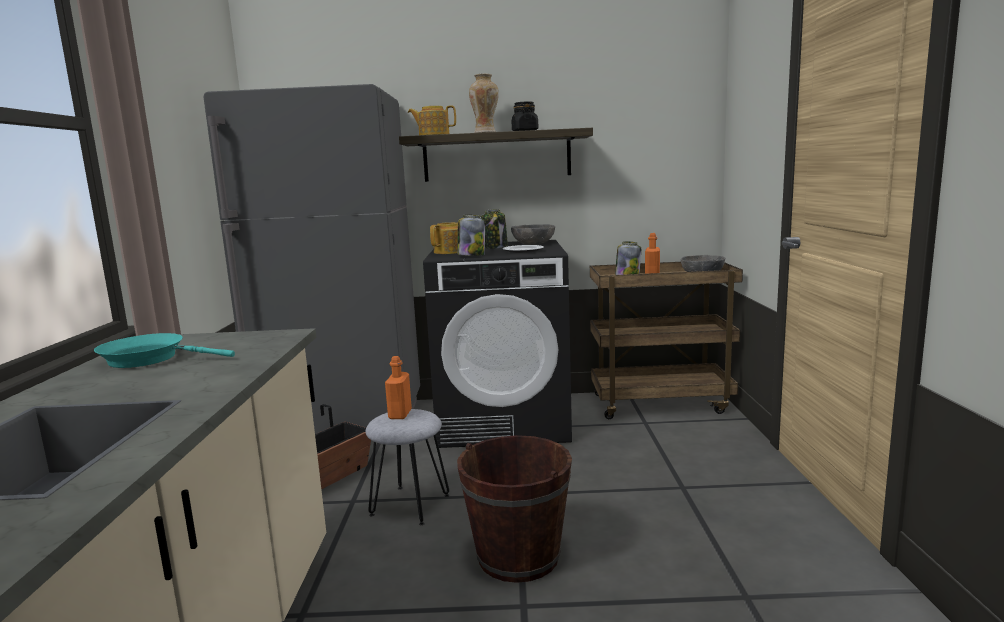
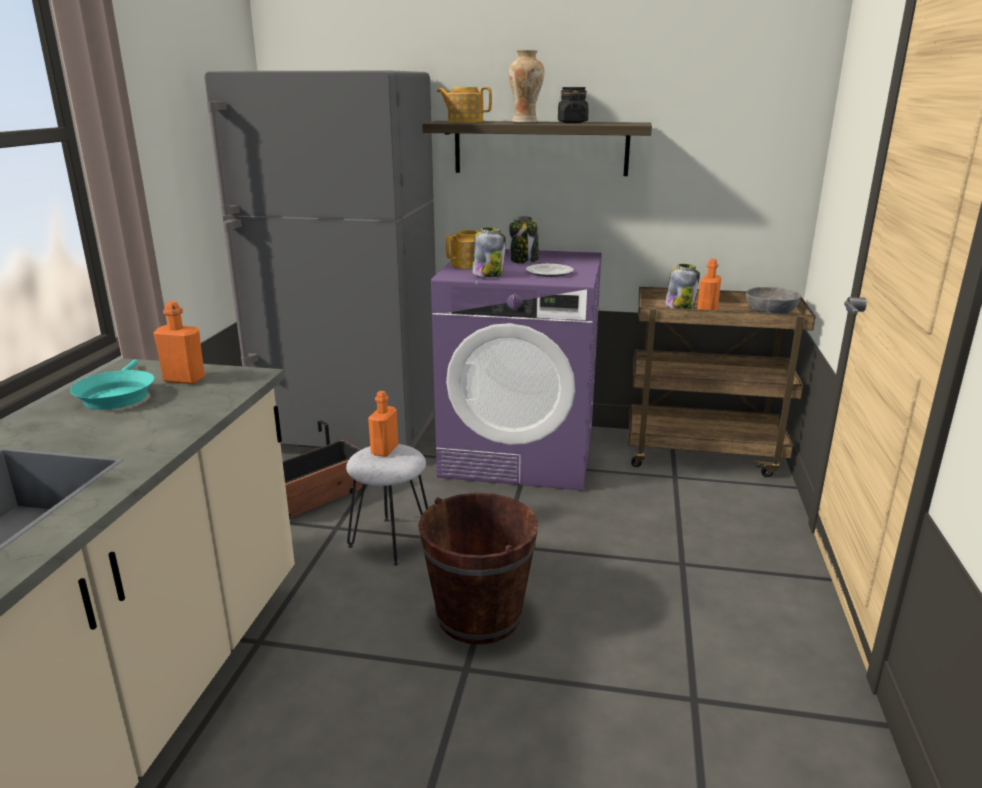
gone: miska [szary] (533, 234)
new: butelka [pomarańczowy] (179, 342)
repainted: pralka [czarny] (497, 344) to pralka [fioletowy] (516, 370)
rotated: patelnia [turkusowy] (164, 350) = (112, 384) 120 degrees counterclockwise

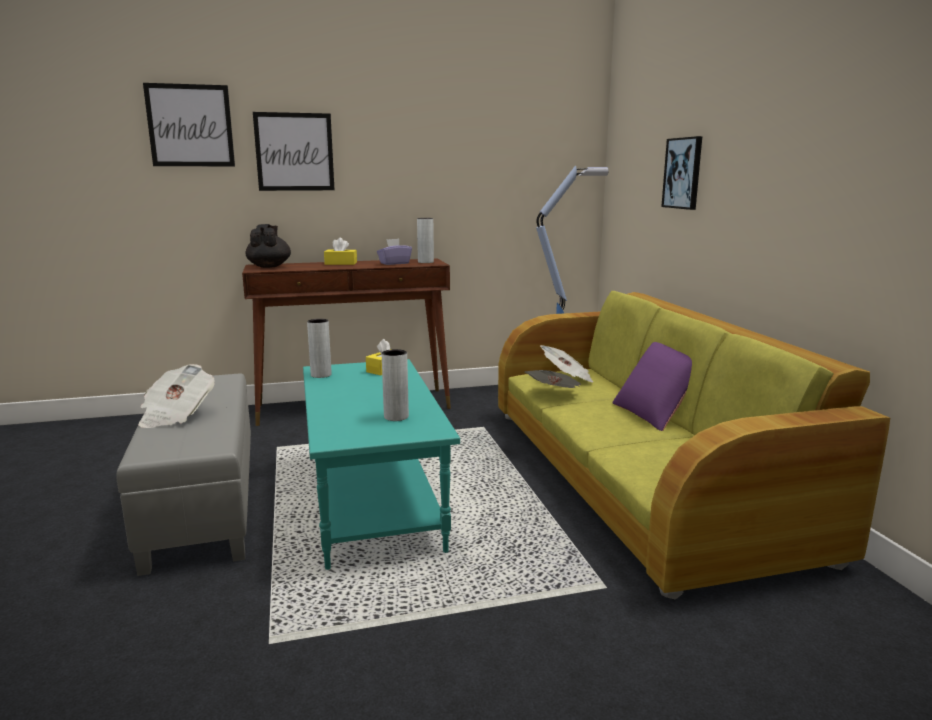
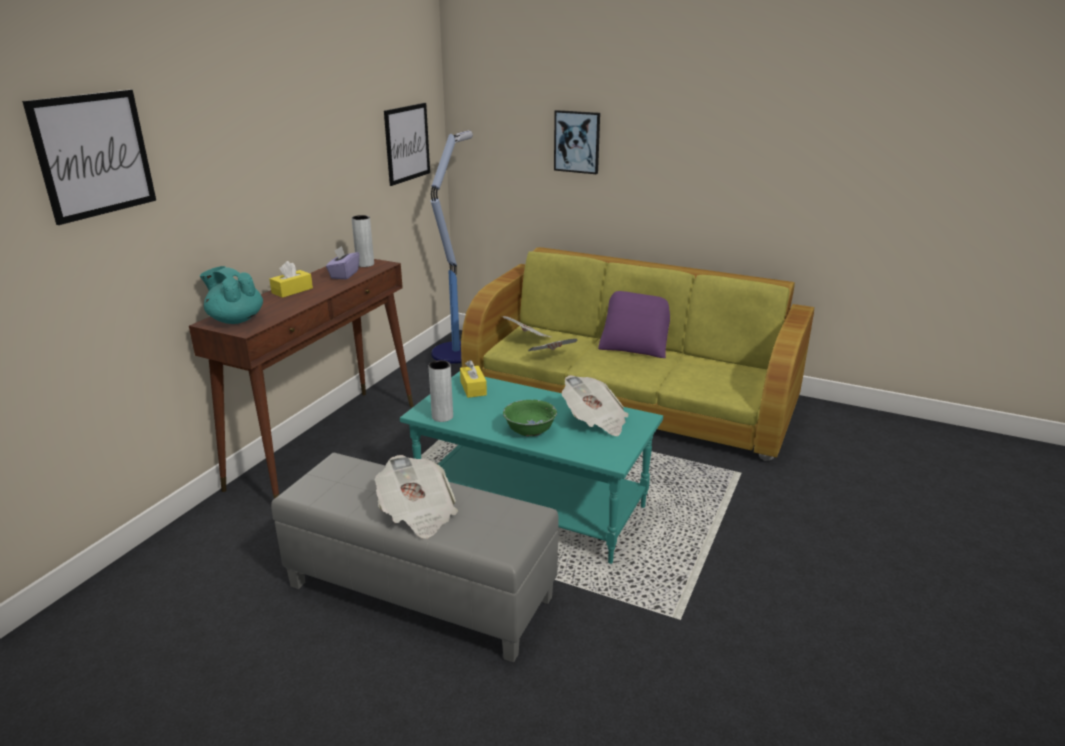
new: miska [zielony] (530, 418)
shifted: obraz (293, 151) to (407, 144)
swapped: wazon [szary] (395, 385) to gazeta (595, 405)
repainted: imbryk [czarny] (268, 246) to imbryk [turkusowy] (231, 295)

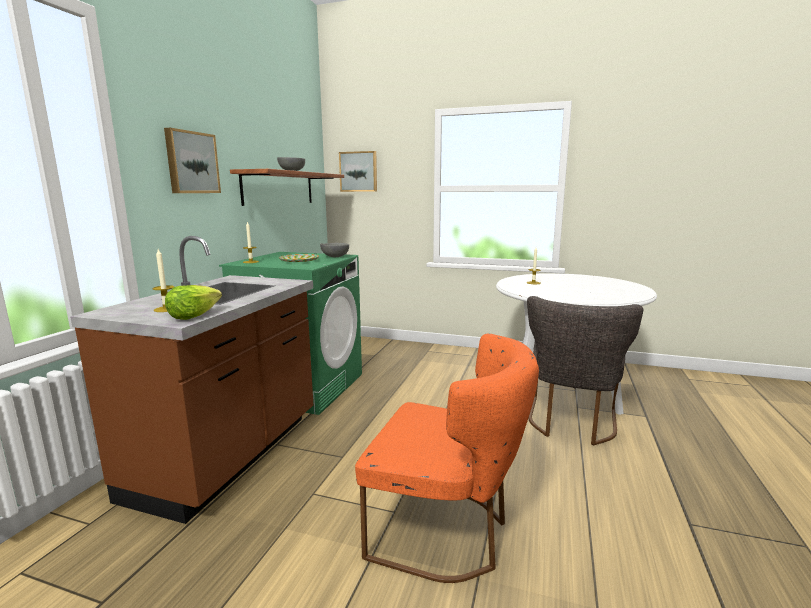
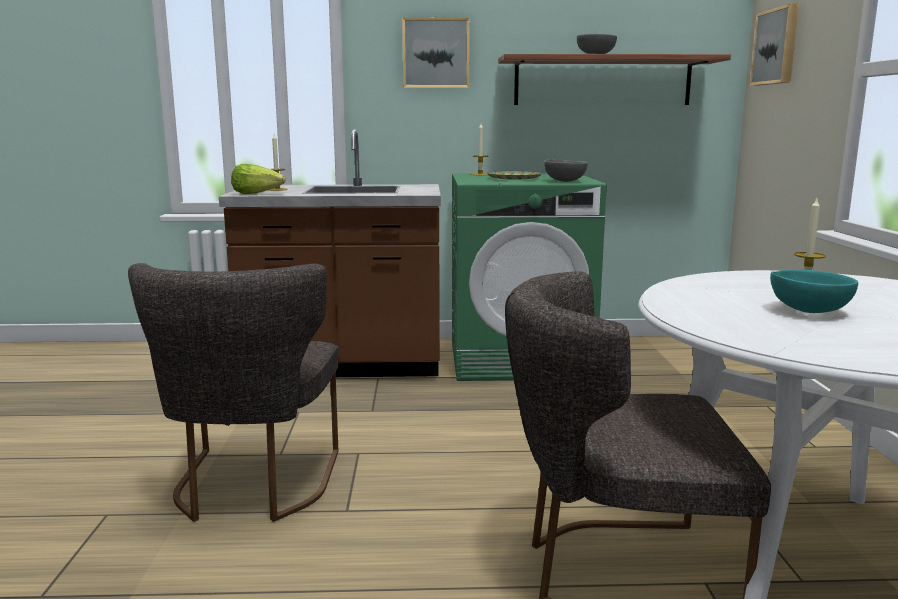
new: miska [turkusowy] (814, 291)
repainted: krzesło [pomarańczowy] (447, 458) to krzesło [szary] (233, 392)

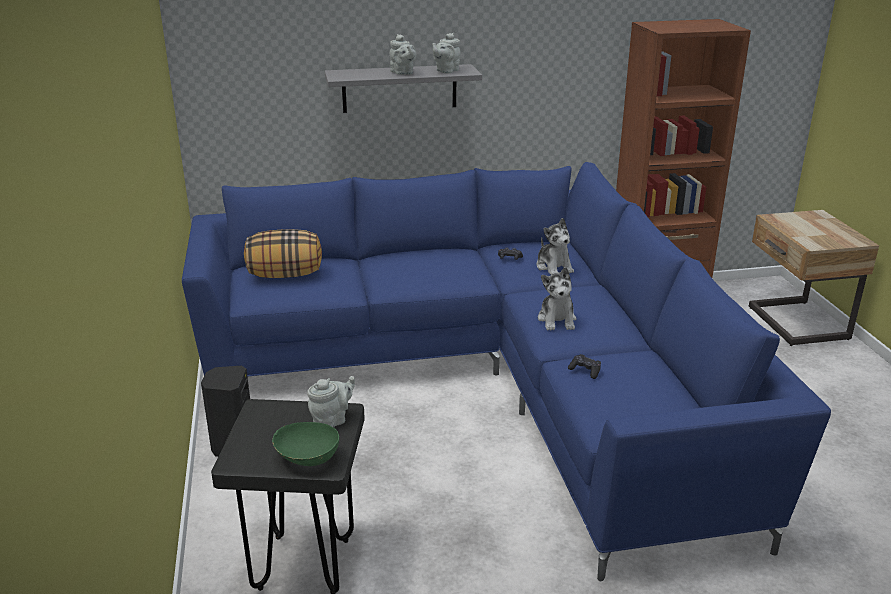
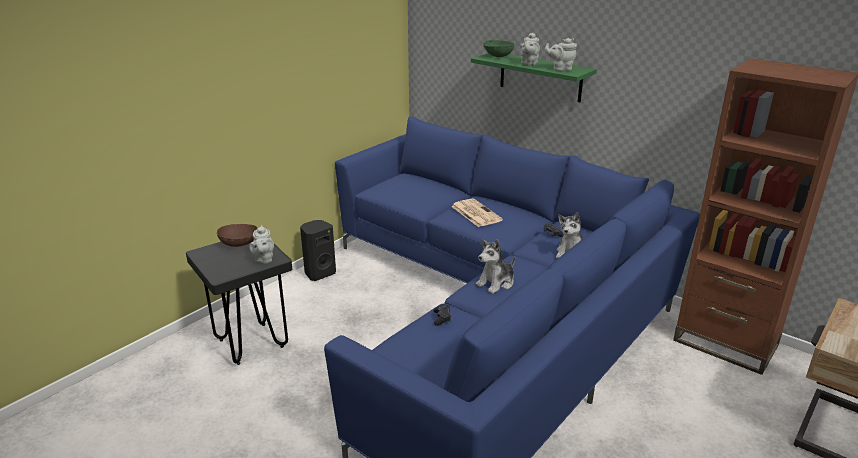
gone: poduszka (283, 253)
new: gazeta (477, 212); miska [brązowy] (237, 235)
shifted: miska [zielony] (305, 444) to (498, 48)
repainted: półka [szary] (403, 88) to półka [zielony] (534, 77)
rotated: imbryk [szary] (331, 401) = (261, 244) 75 degrees clockwise

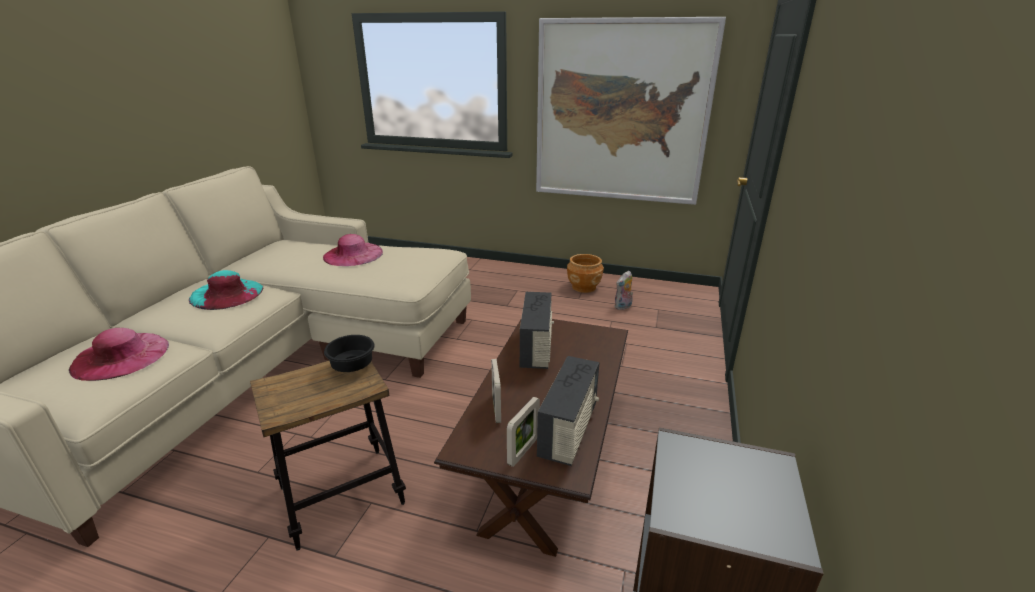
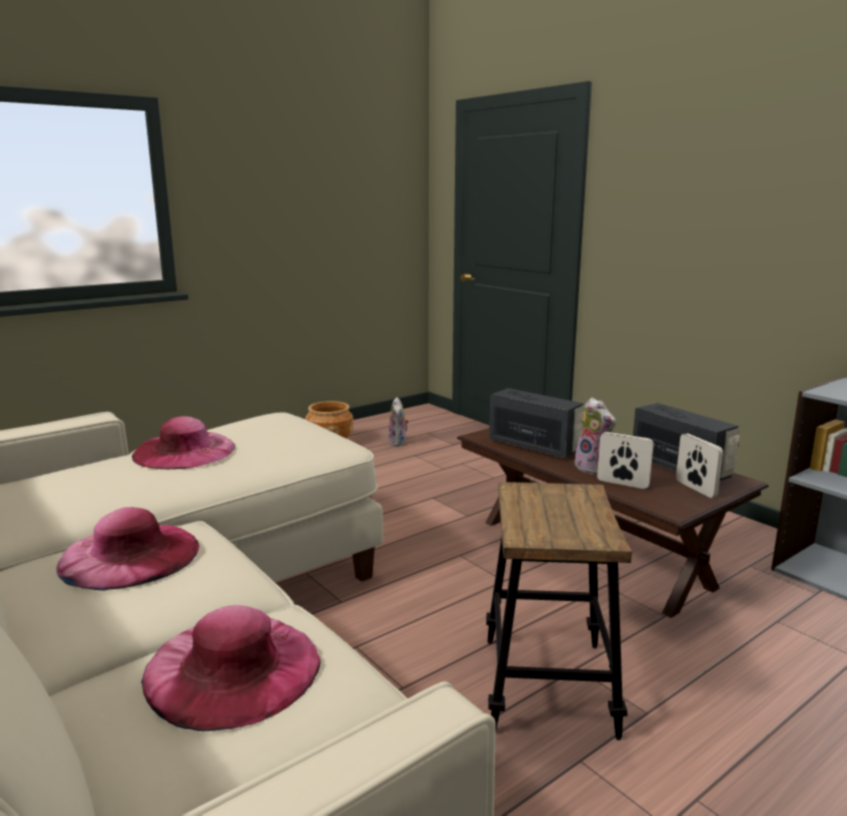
gone: obraz (631, 111); miska [czarny] (349, 353)
new: pluszak (595, 436)
repainted: kapelusz [turkusowy] (226, 290) to kapelusz [różowy] (128, 549)

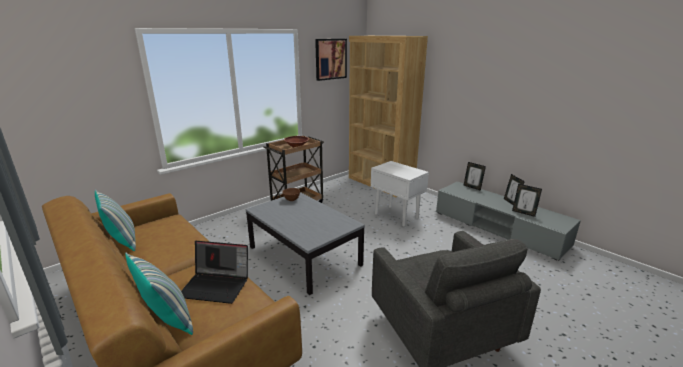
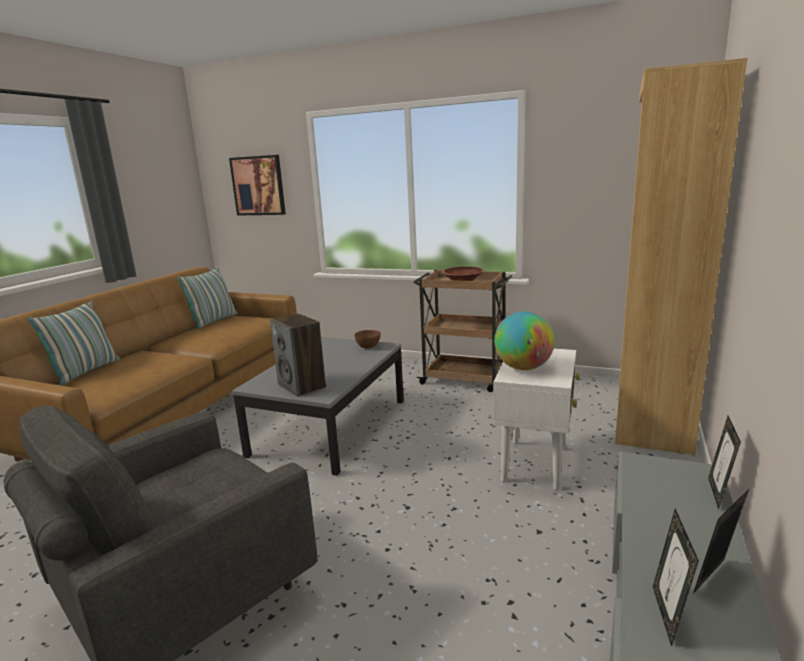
gone: laptop (214, 272)
new: globus (524, 340); głośnik (298, 355)
shifted: obraz (331, 60) to (257, 185)

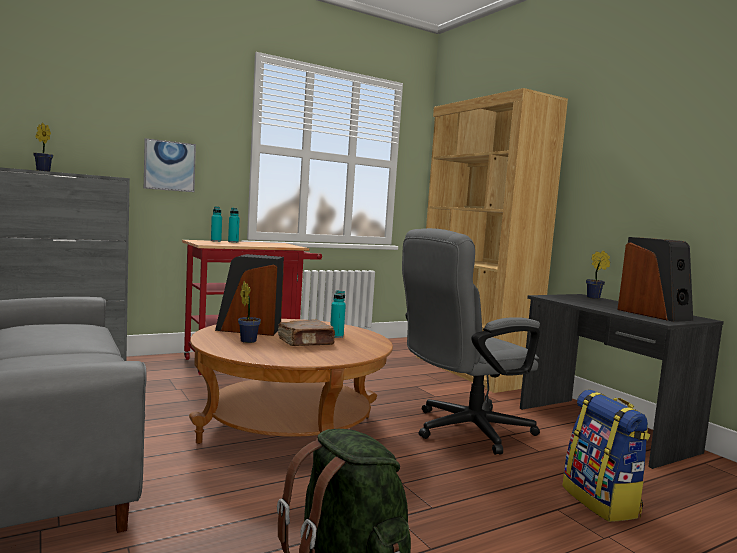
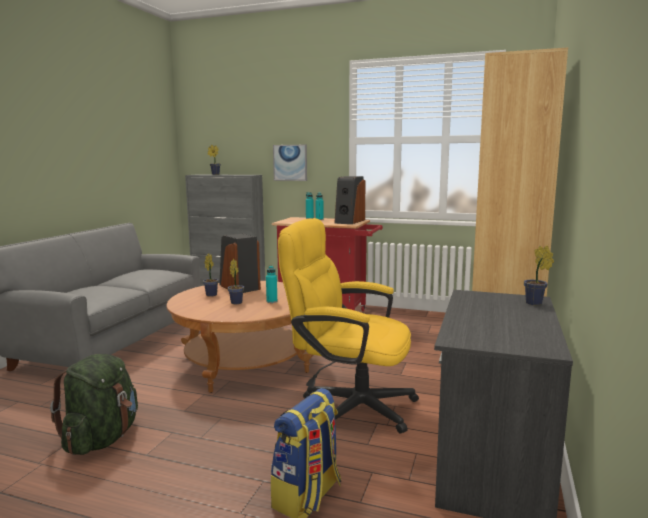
shifted: głośnik (655, 279) to (349, 200)
swapped: książka [brązowy] (307, 332) to roślina doniczkowa (236, 281)
repainted: krzesło biurowe [szary] (471, 341) to krzesło biurowe [żółty] (348, 326)

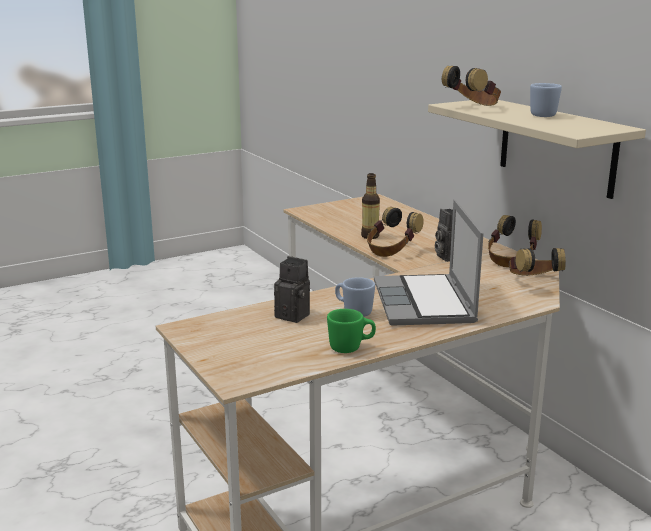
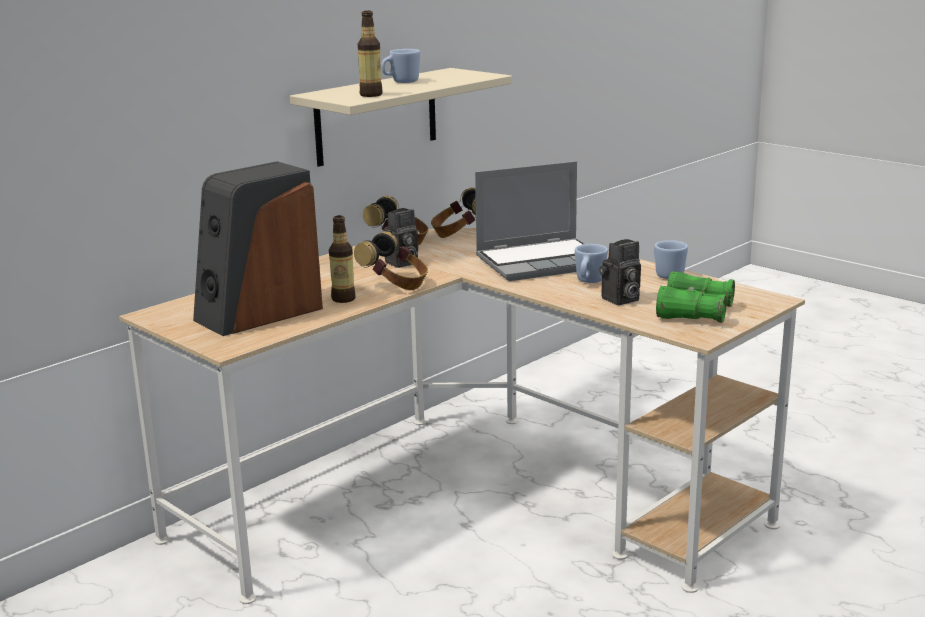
new: głośnik (258, 248); lornetka [zielony] (695, 297)
swapped: słuchawki (471, 86) to butelka (370, 54)
repainted: kubek [zielony] (351, 331) to kubek [niebieski] (671, 259)
rotated: aparat fotograficzny (292, 289) = (620, 272) 135 degrees counterclockwise

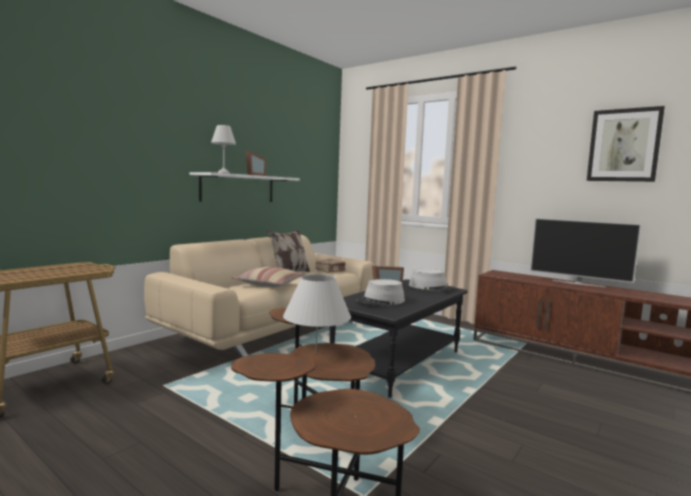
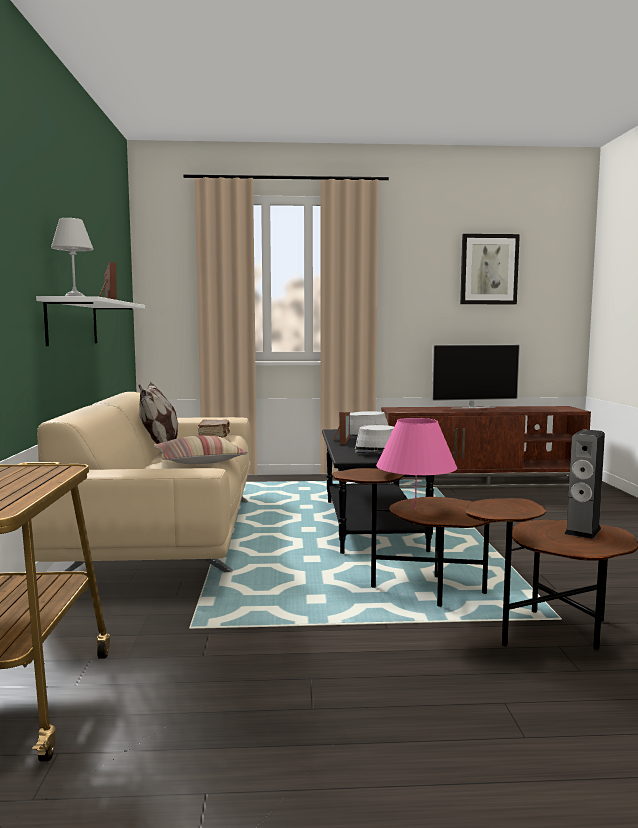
new: głośnik (584, 484)
repainted: lampa stołowa [biały] (317, 313) to lampa stołowa [różowy] (416, 463)

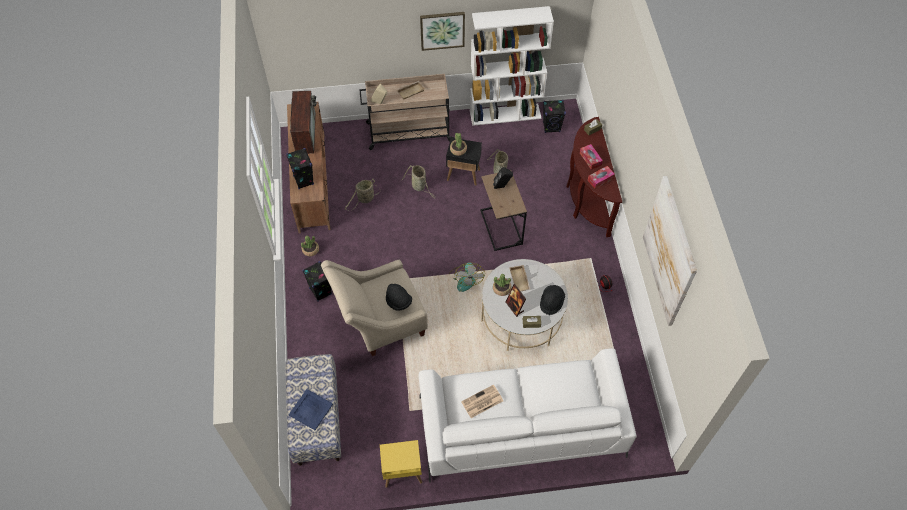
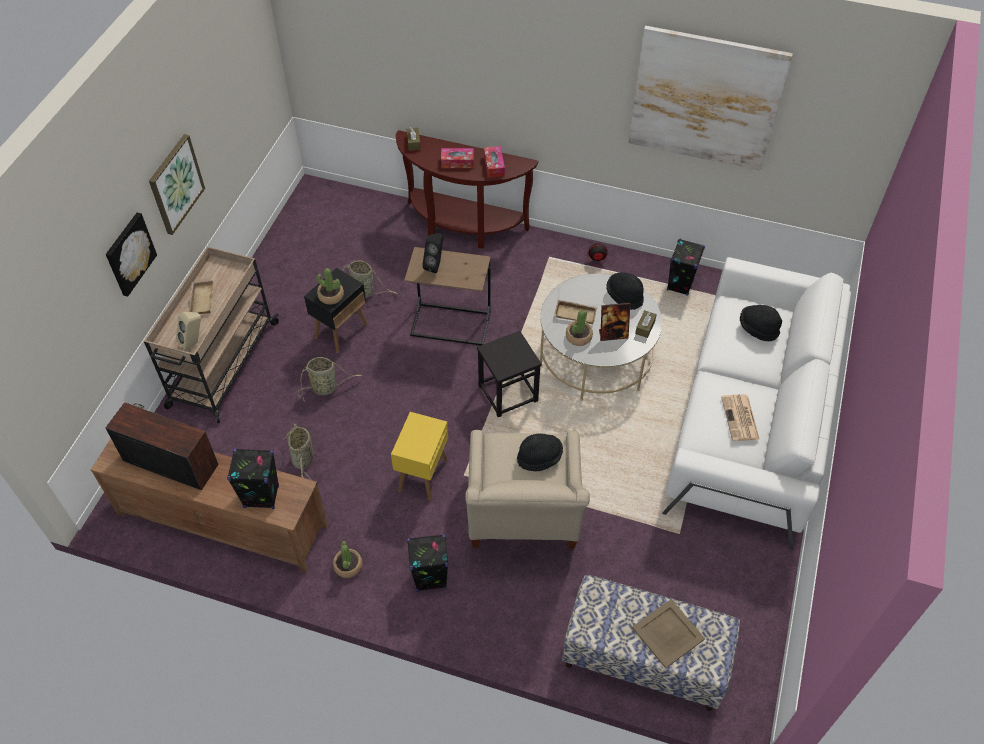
gone: regał [biały] (512, 66)
new: obraz (131, 254); kapelusz [czarny] (761, 323)
shifted: głośnik [czarny] (554, 116) to (686, 267); stolik [żółty] (401, 464) to (419, 456)
swapped: wentylator (467, 277) to stołek [czarny] (509, 374)
repainted: taca [niebieski] (311, 409) to taca [beżowy] (668, 633)

